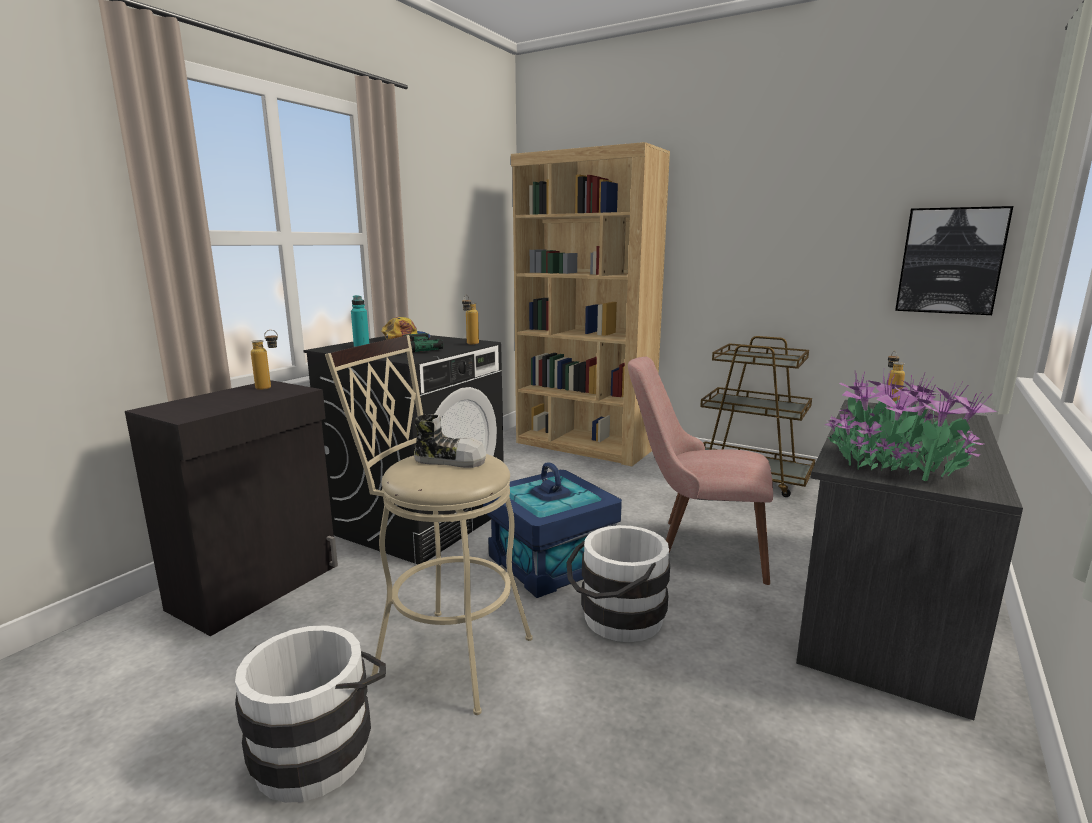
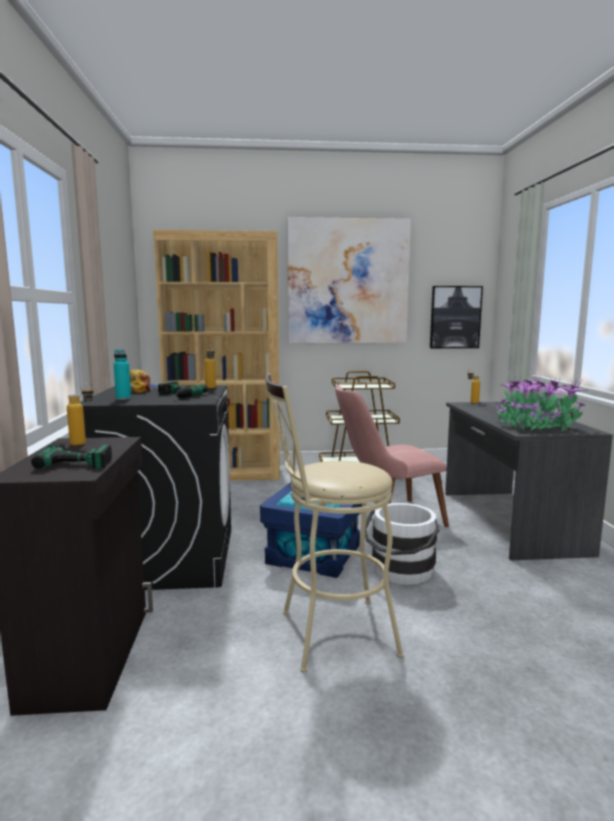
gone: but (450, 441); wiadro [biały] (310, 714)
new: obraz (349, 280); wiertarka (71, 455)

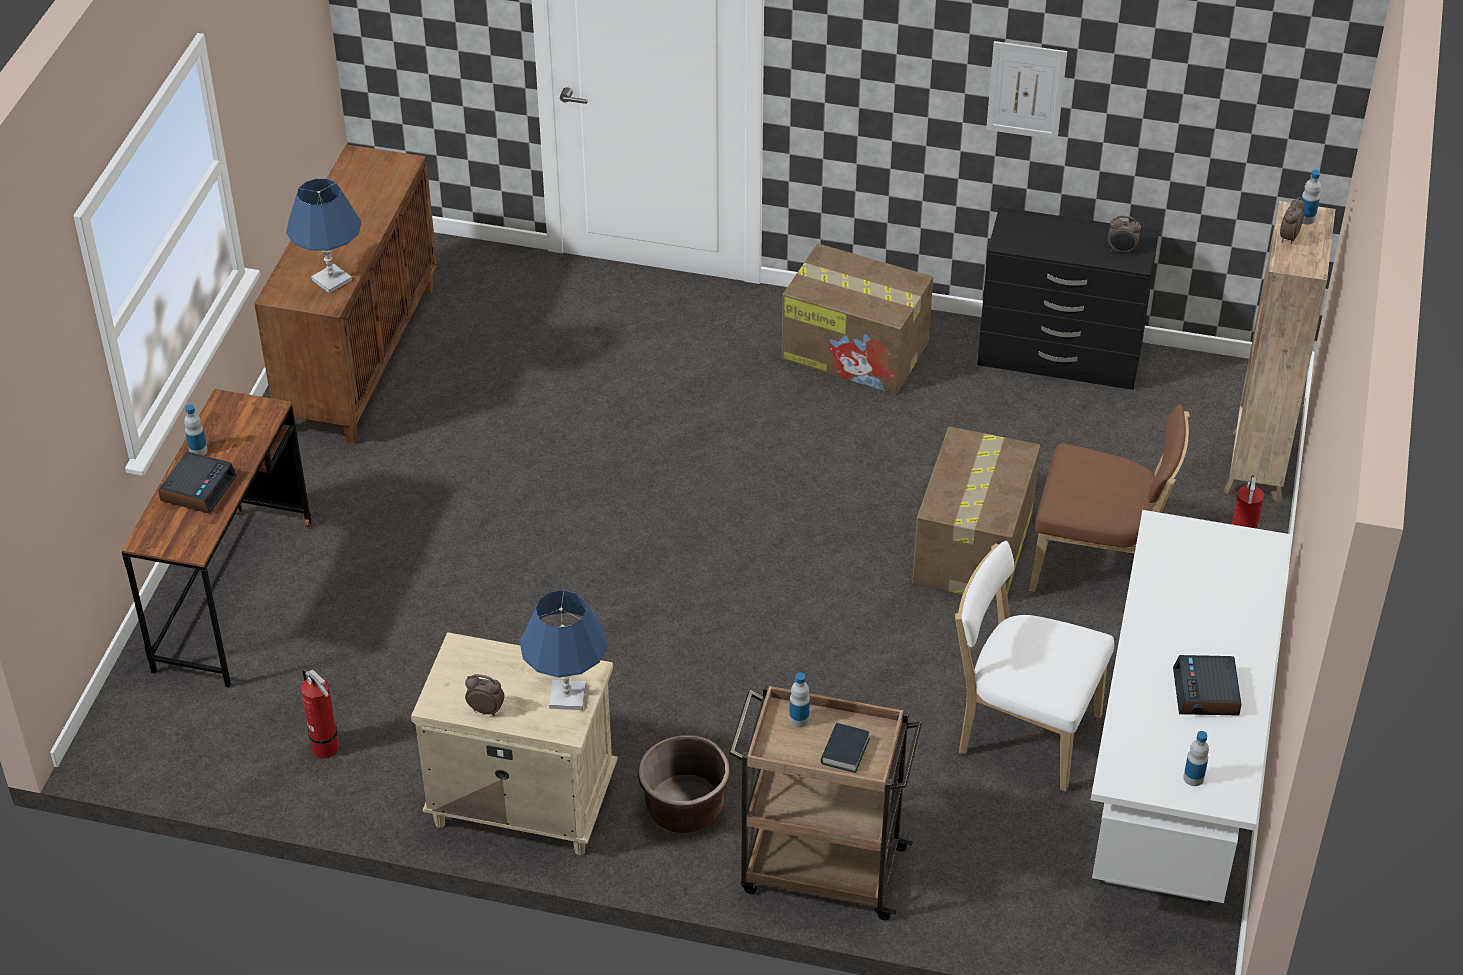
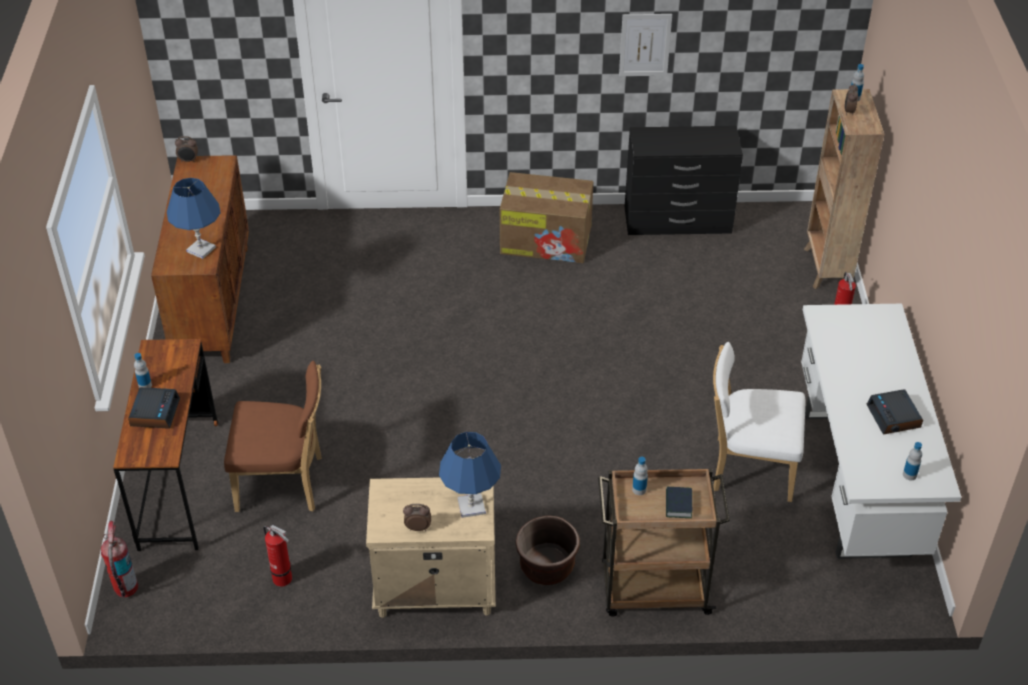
gone: karton (976, 514)
new: gaśnica (120, 559)
shifted: budzik (1124, 235) to (186, 149); krzesło [brązowy] (1109, 498) to (273, 436)

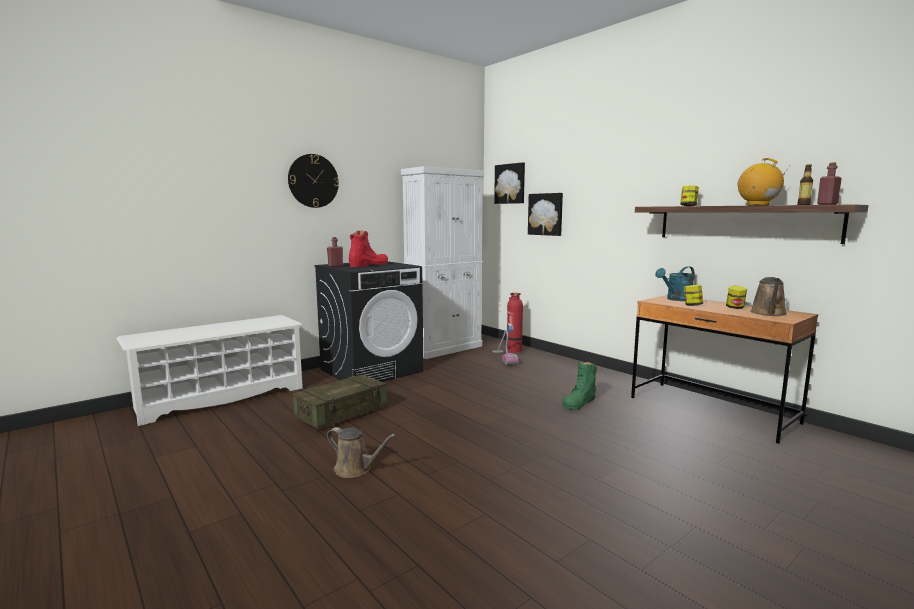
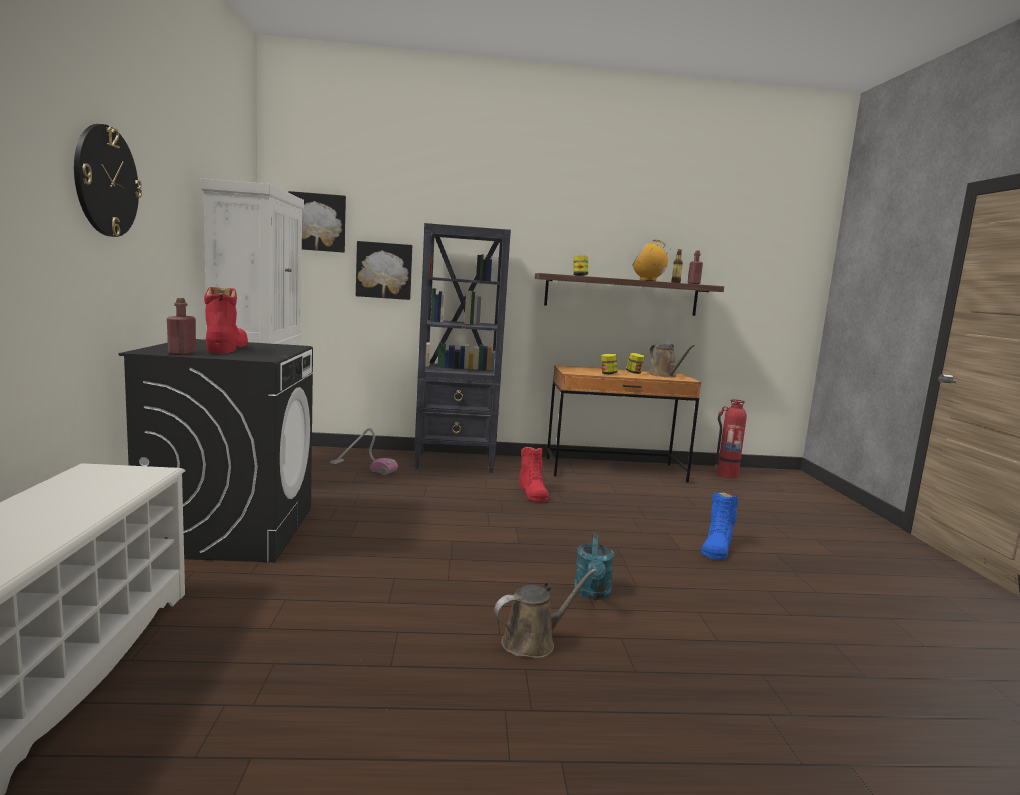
gone: skrzynka (340, 402)
new: regał [czarny] (462, 348); but z cholewką [niebieski] (719, 526)
shifted: konewka [turkusowy] (675, 283) to (594, 566); gaśnica (515, 322) to (731, 438)
repainted: but z cholewką [zielony] (579, 385) to but z cholewką [czerwony] (534, 474)

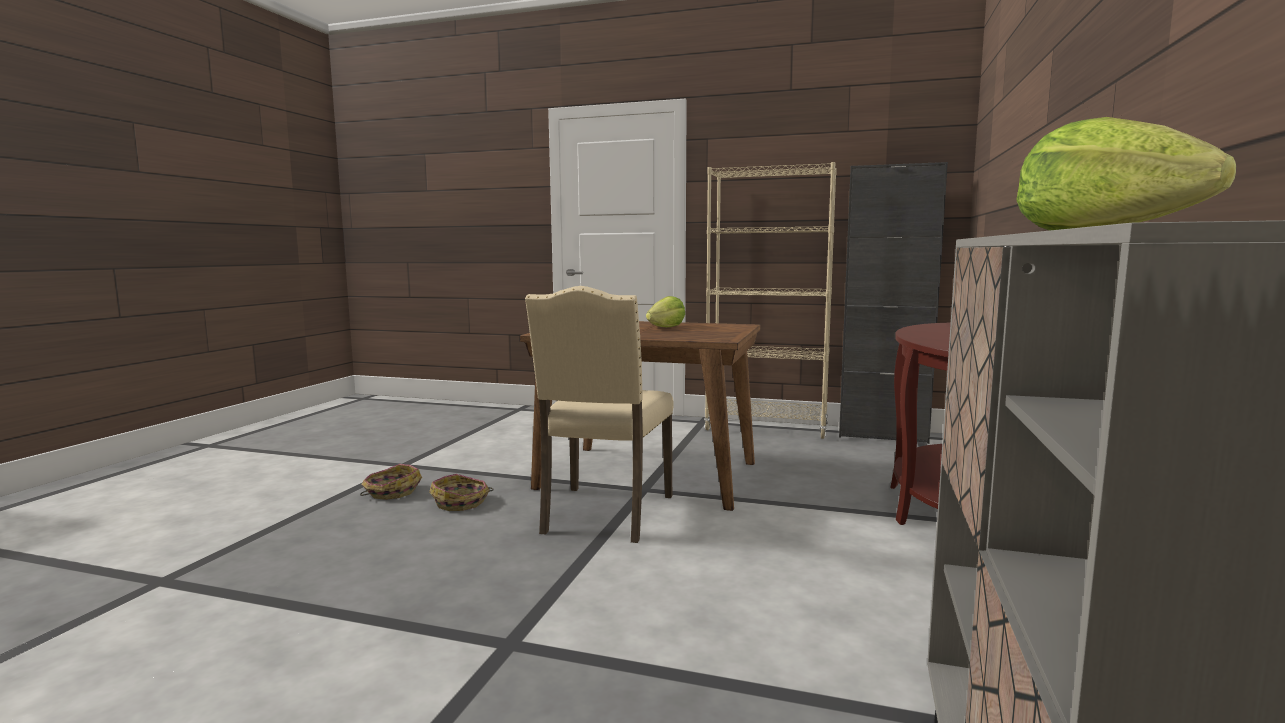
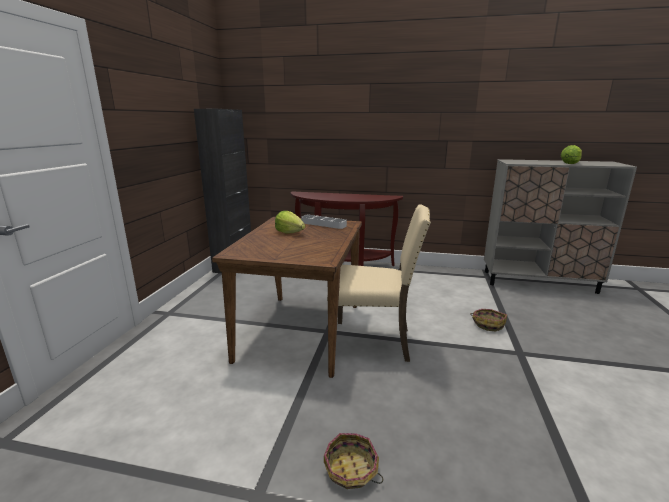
gone: regał [beżowy] (770, 300)
new: taca [szary] (324, 222)
shifted: koszyk (461, 492) to (488, 320)

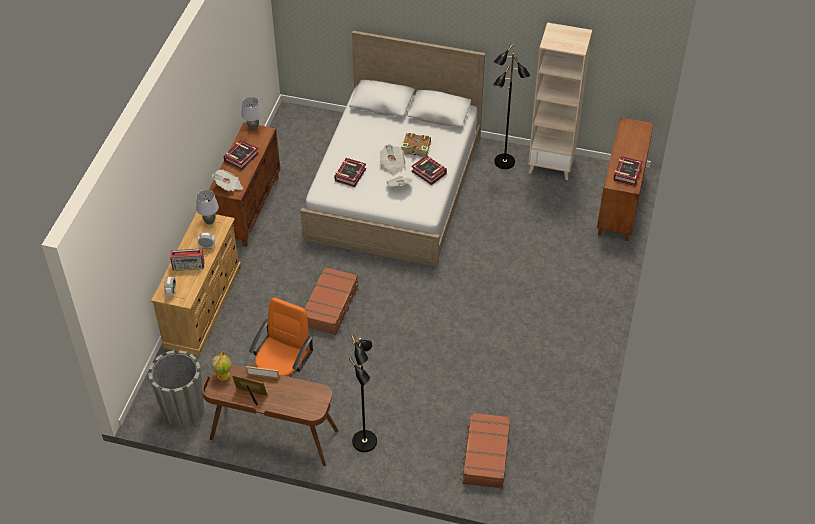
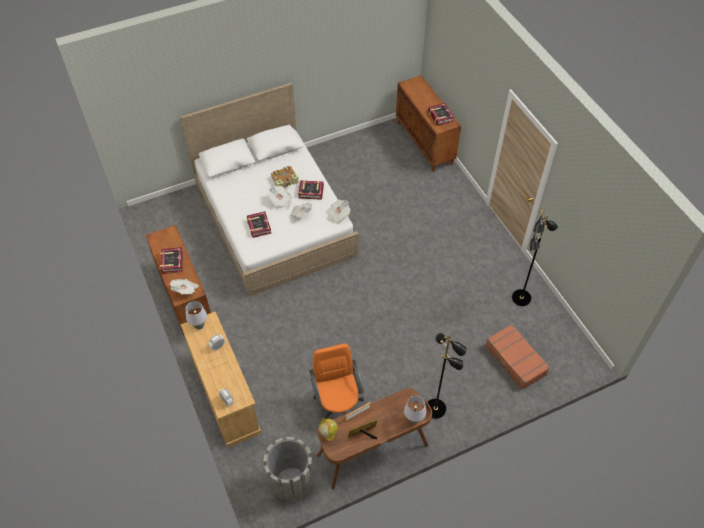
gone: regał [beżowy] (560, 101); radio (187, 260); walizka [brązowy] (331, 301)
new: gazeta (338, 211)
shifted: lampa stojąca [czarny] (512, 106) to (535, 257); lampa stołowa [szary] (251, 114) to (415, 410)

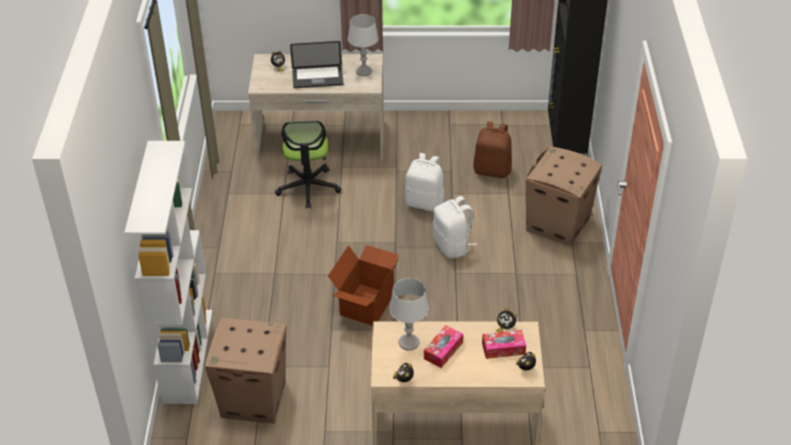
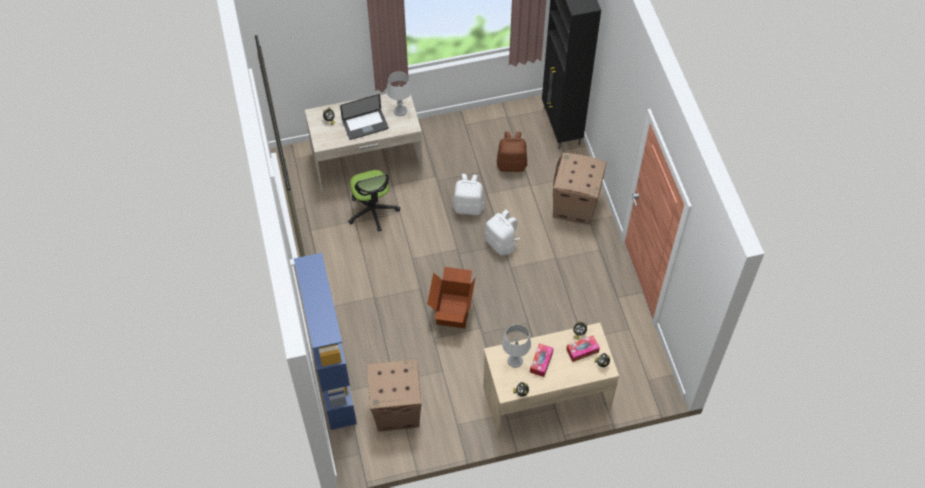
repainted: regał [biały] (168, 272) to regał [niebieski] (325, 341)

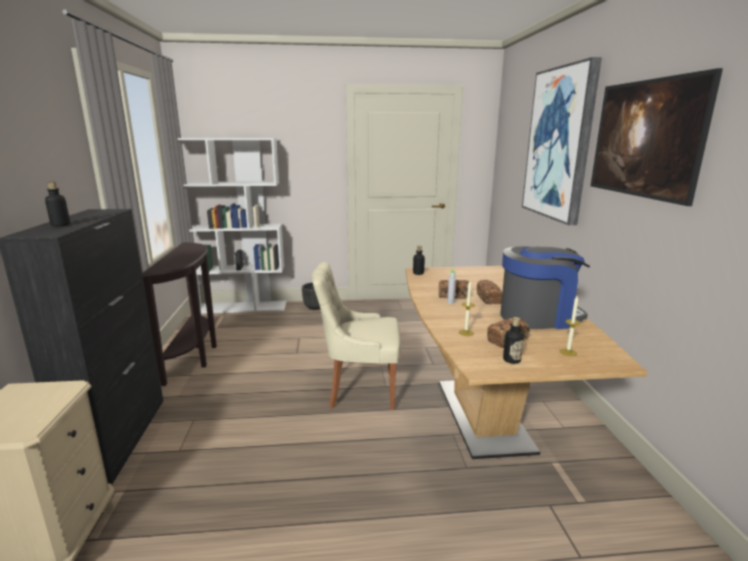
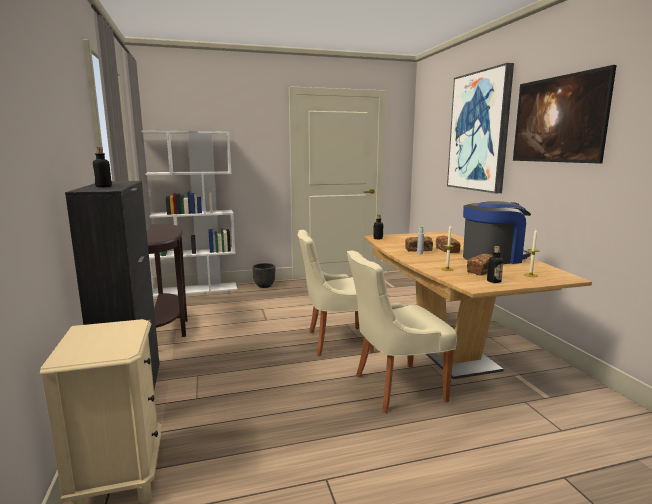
new: krzesło [beżowy] (402, 332)

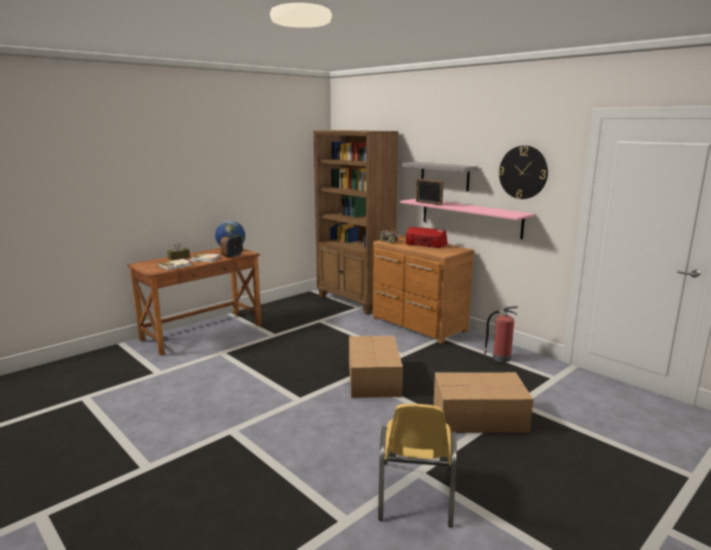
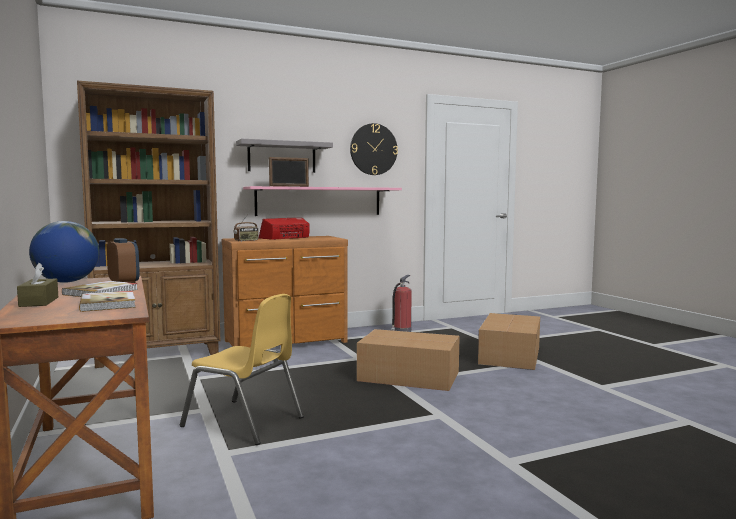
shifted: krzesło [żółty] (417, 466) to (242, 369)

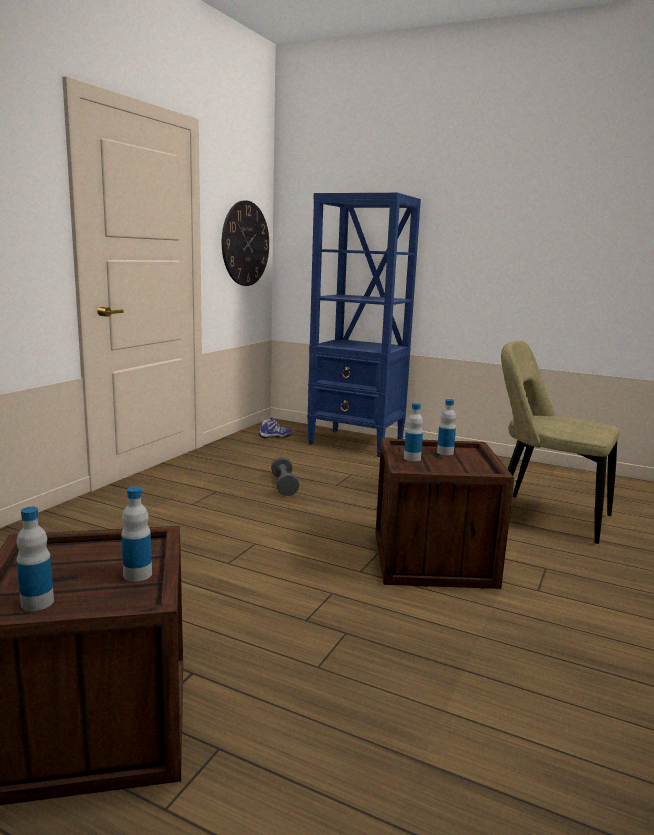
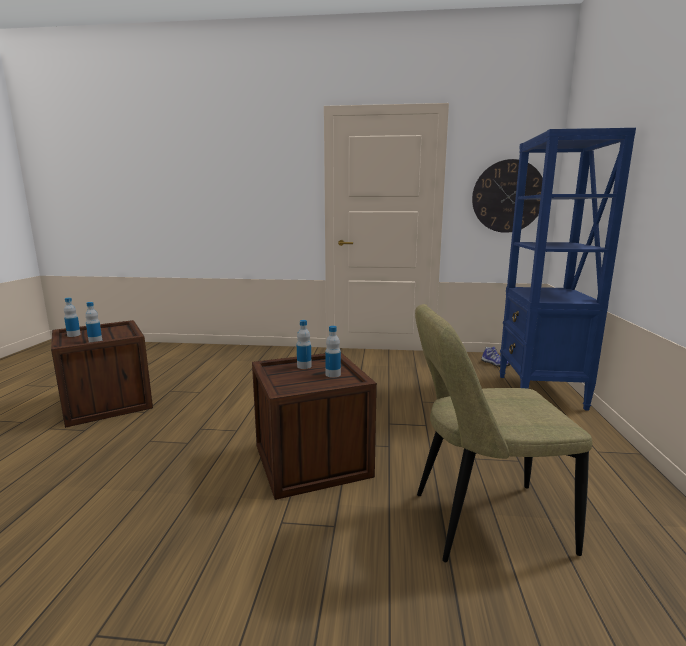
gone: hantel [szary] (285, 476)
rotated: krzesło [beżowy] (560, 442) = (503, 433) 105 degrees counterclockwise

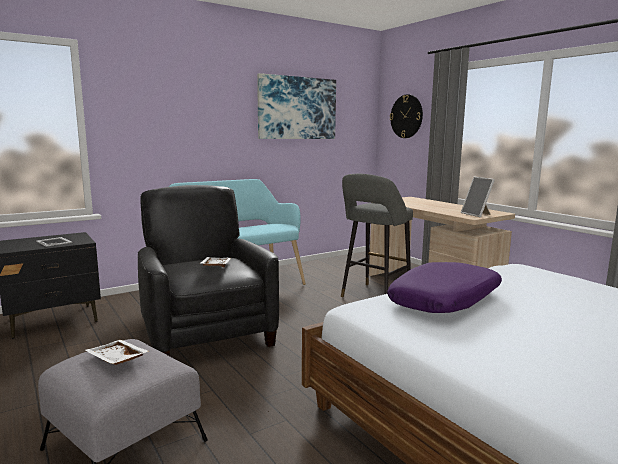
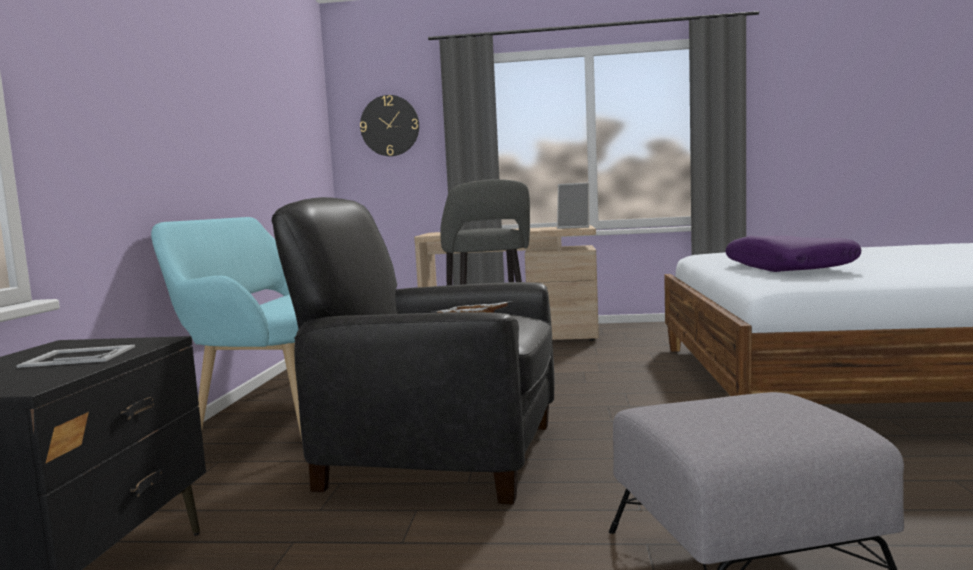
gone: obraz (296, 106); taca [biały] (117, 352)

